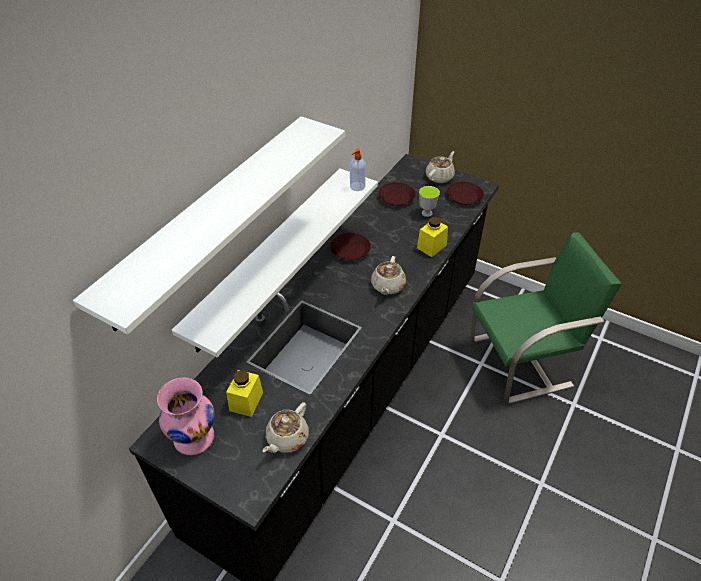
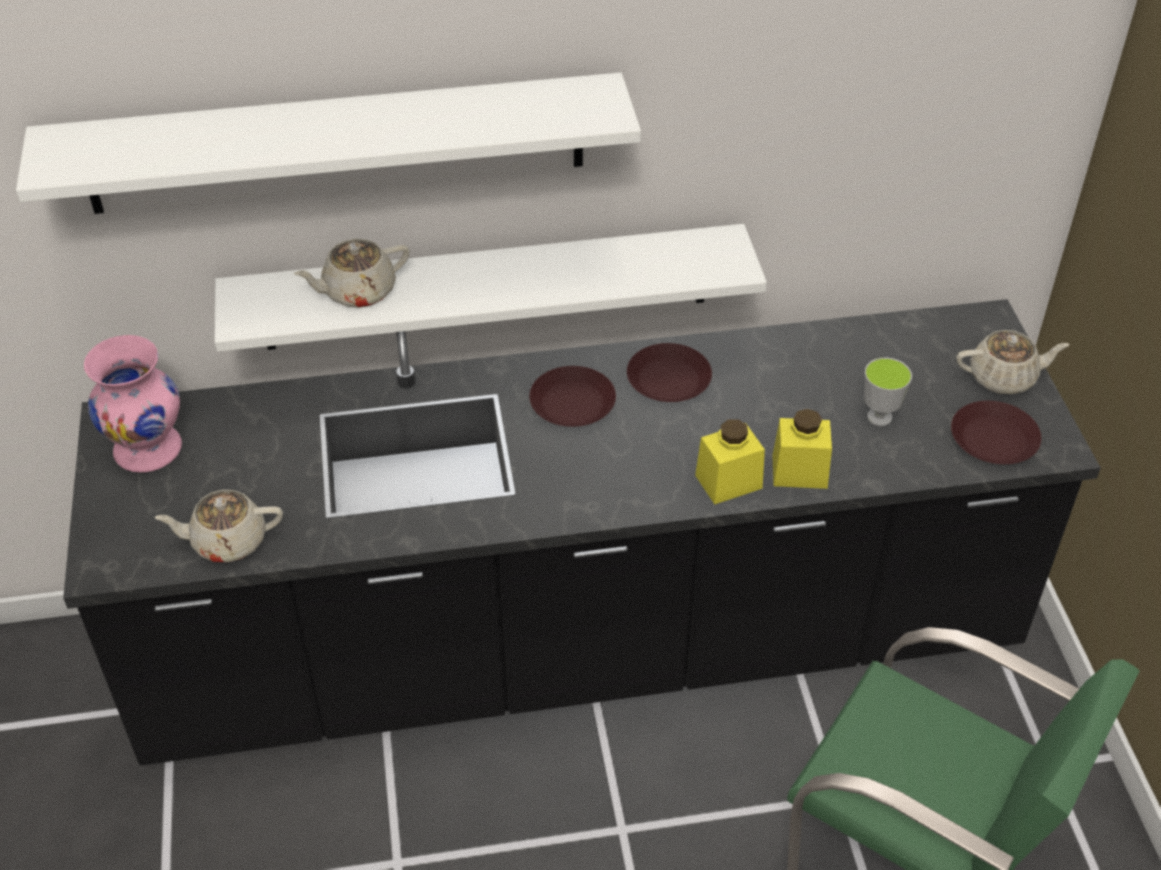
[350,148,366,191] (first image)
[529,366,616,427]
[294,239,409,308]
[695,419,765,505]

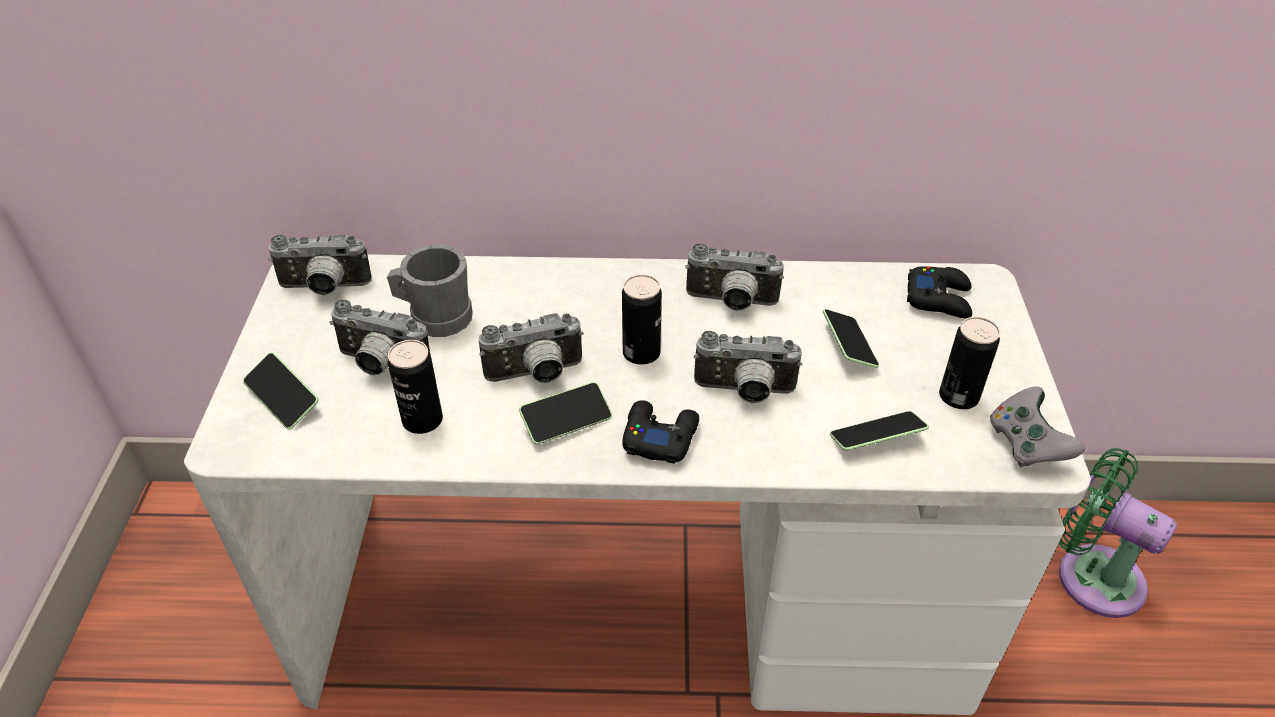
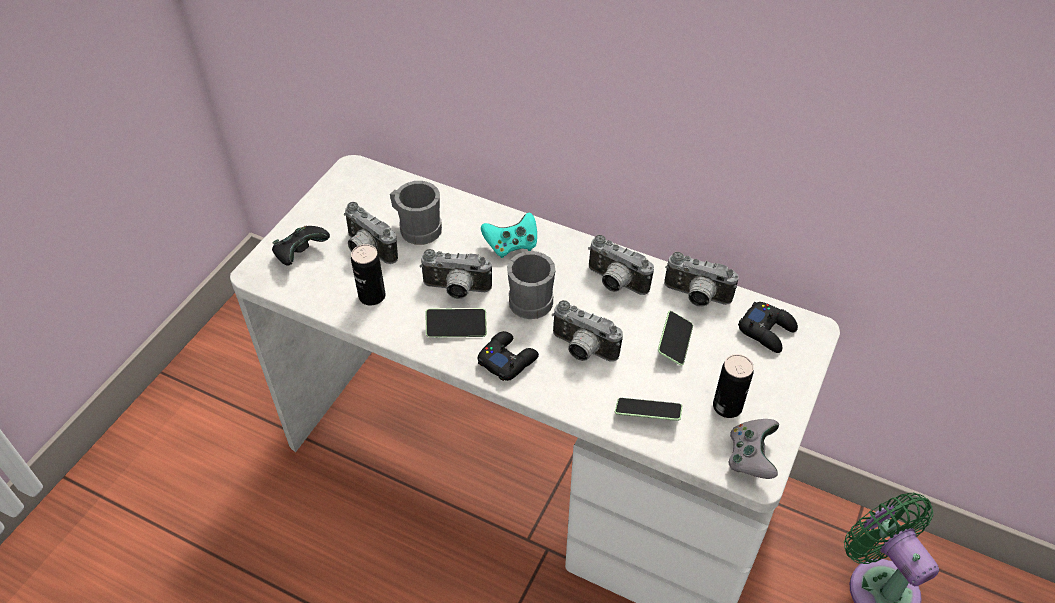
[664,252,739,307]
[507,251,555,319]
[272,226,330,266]
[481,213,537,258]

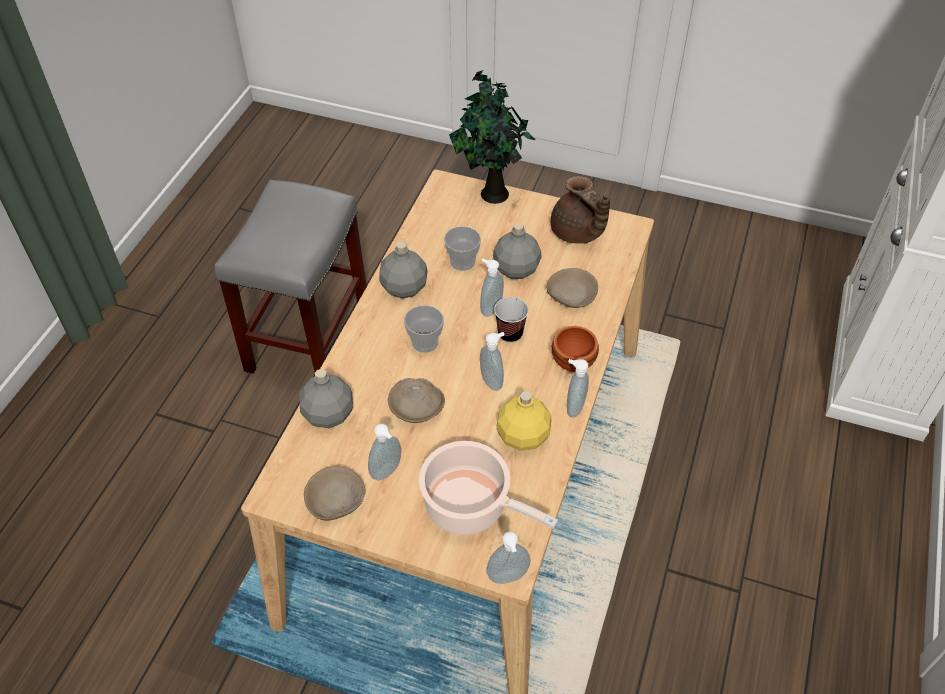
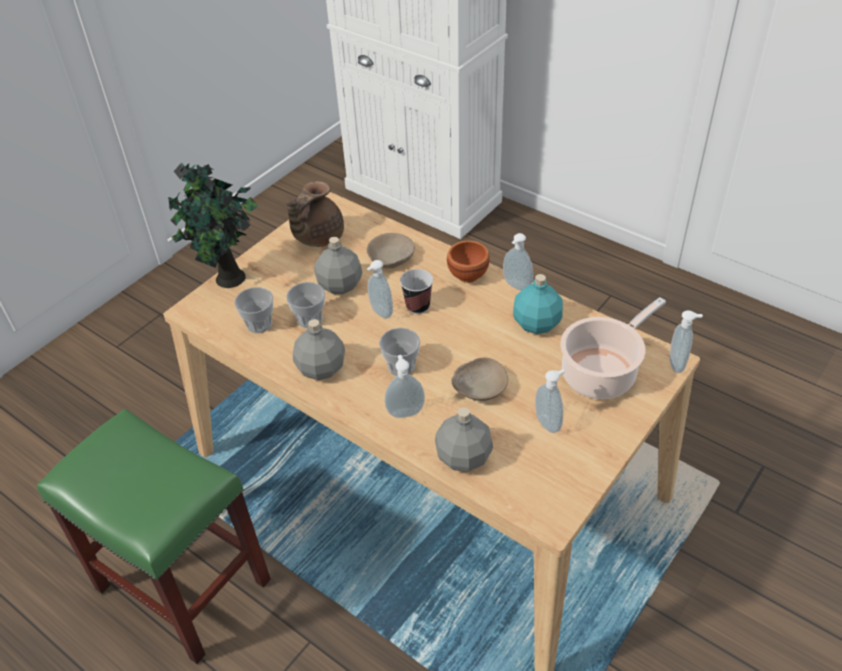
[286,181,344,247]
[37,409,271,665]
[385,355,425,418]
[513,274,563,334]
[304,466,365,521] (first image)
[234,287,273,333]

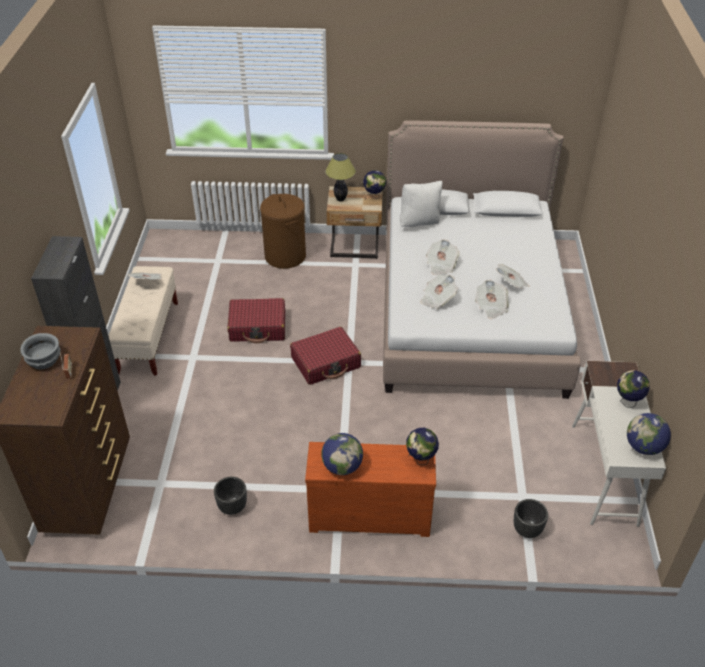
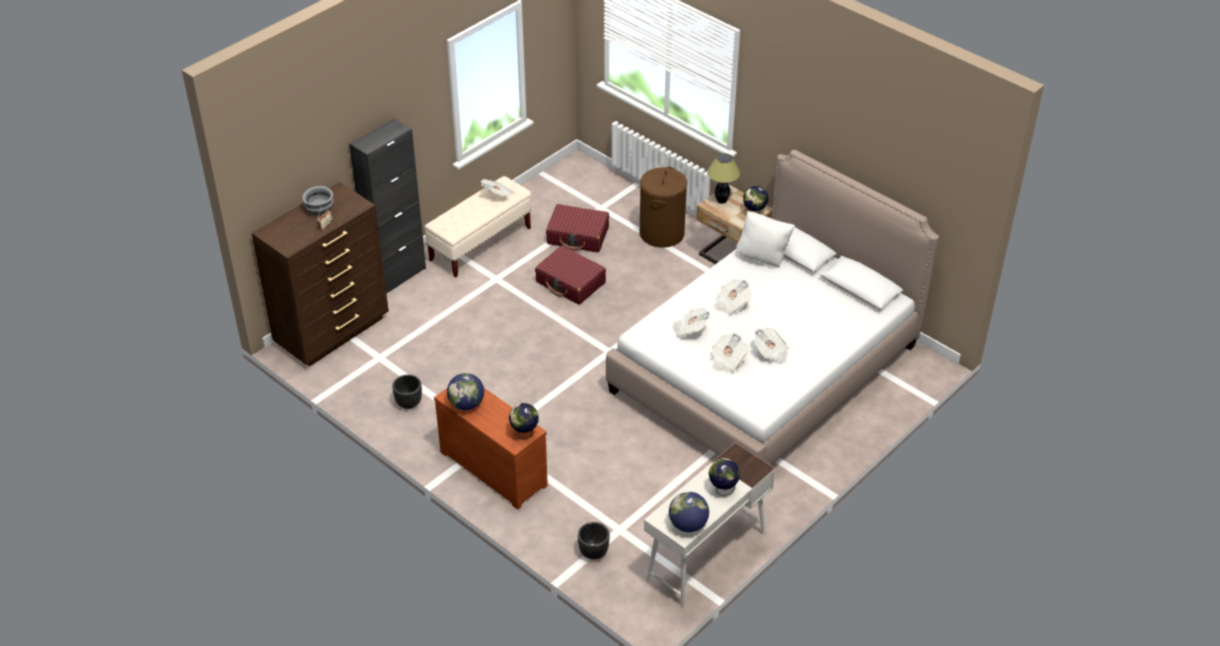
[546,204,609,252]

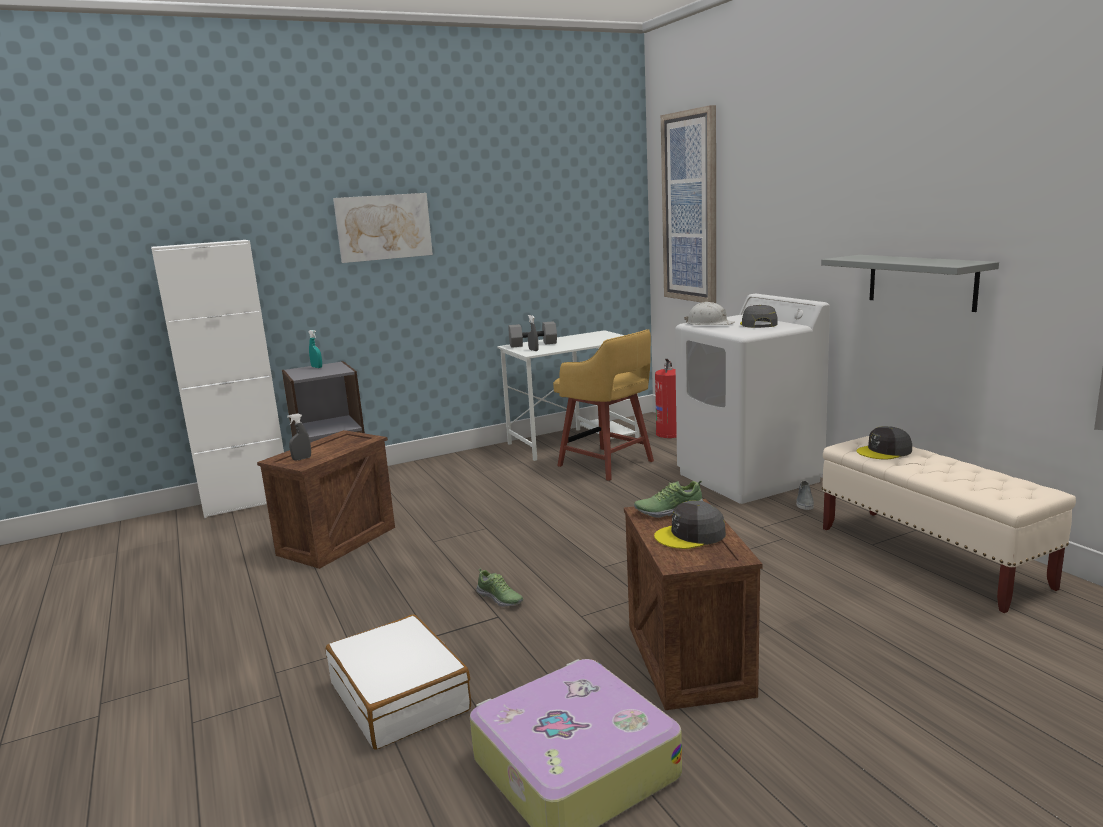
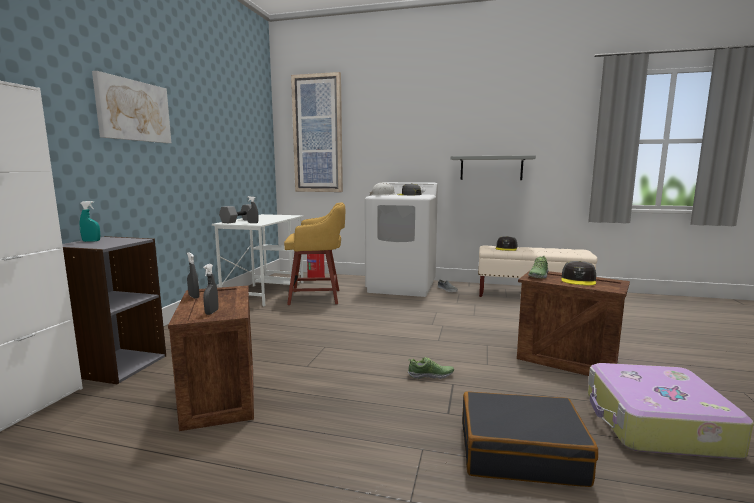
[462,391,598,487]
[187,253,199,299]

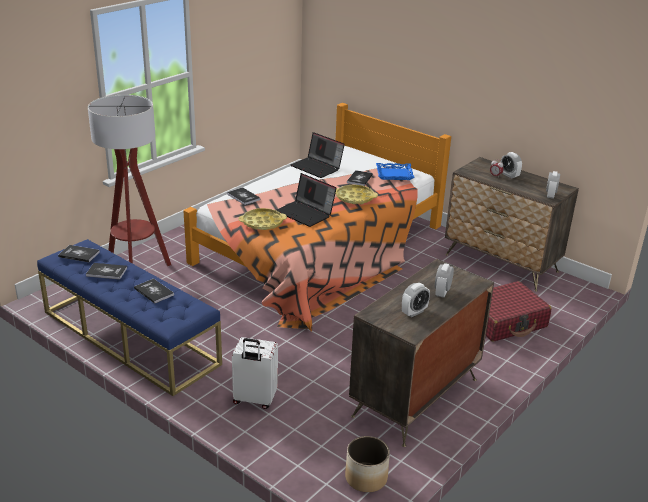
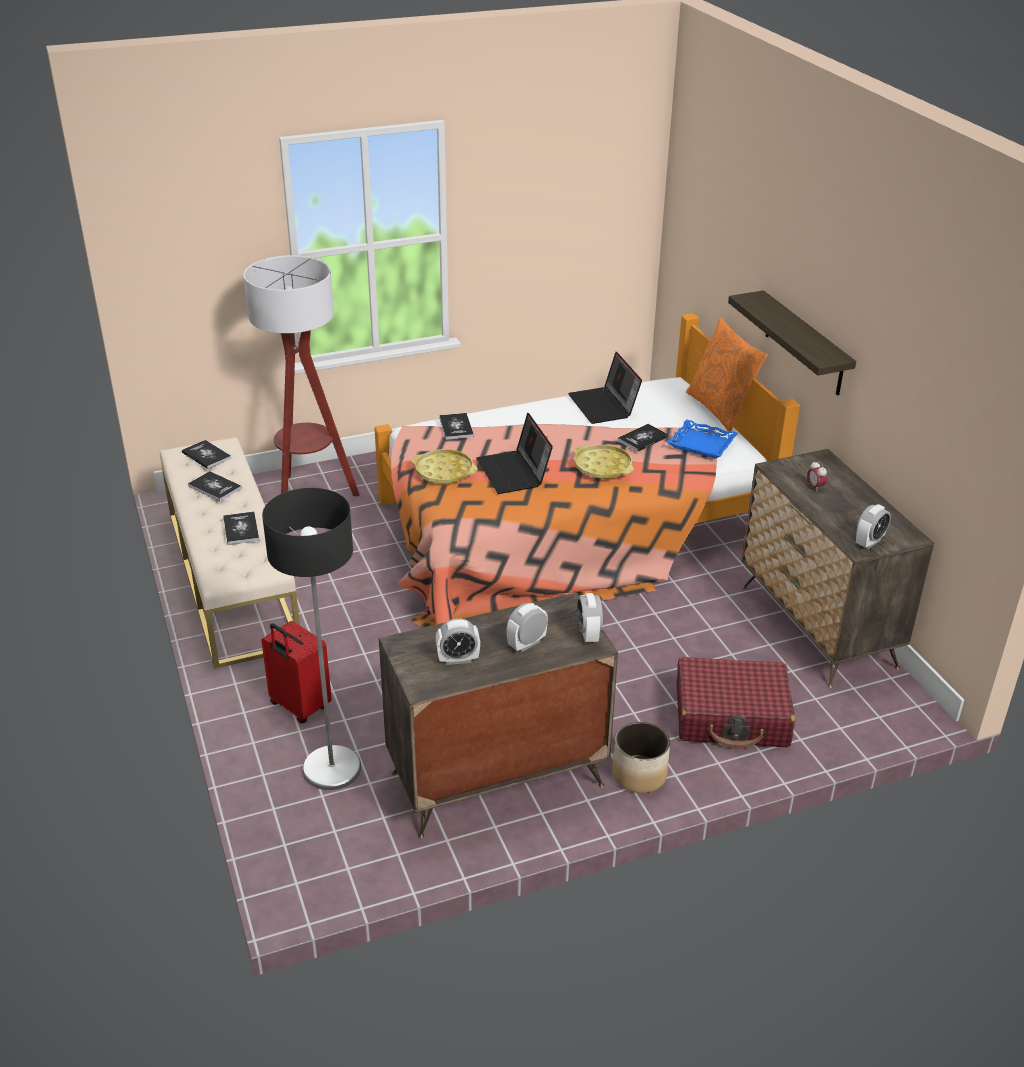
[577,593,603,643]
[160,437,300,669]
[261,621,332,723]
[613,722,670,793]
[728,290,856,395]
[686,318,768,431]
[262,488,361,790]

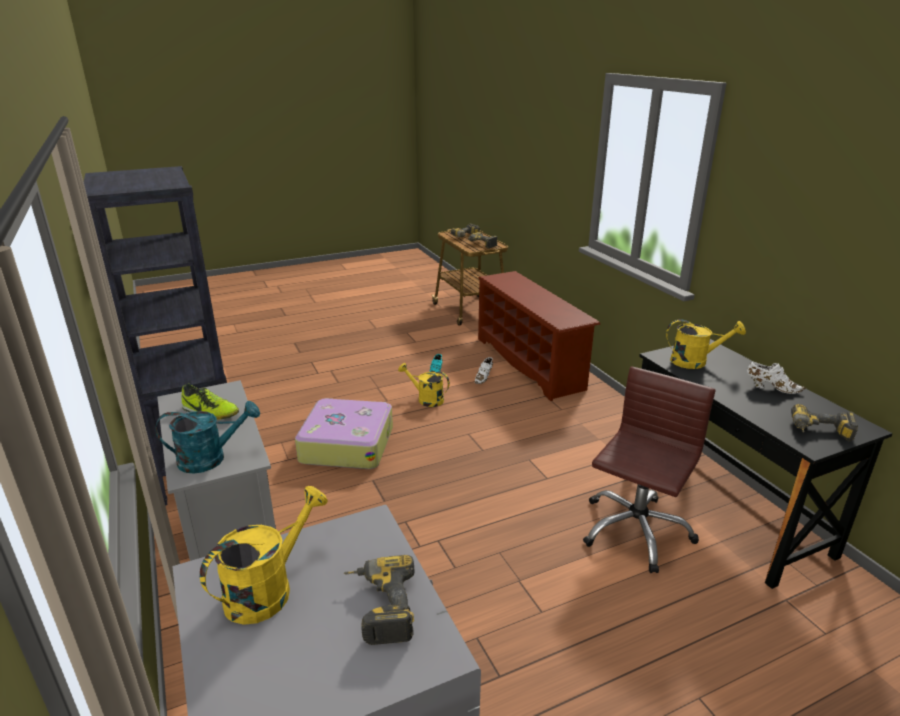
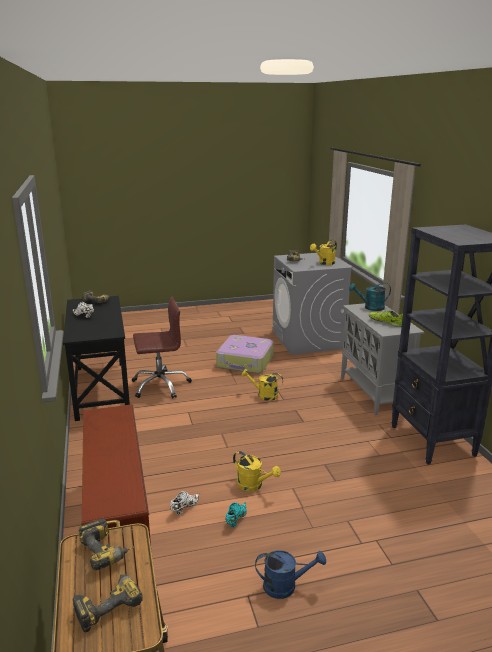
[242,369,283,401]
[132,297,192,398]
[216,335,274,373]
[255,550,326,599]

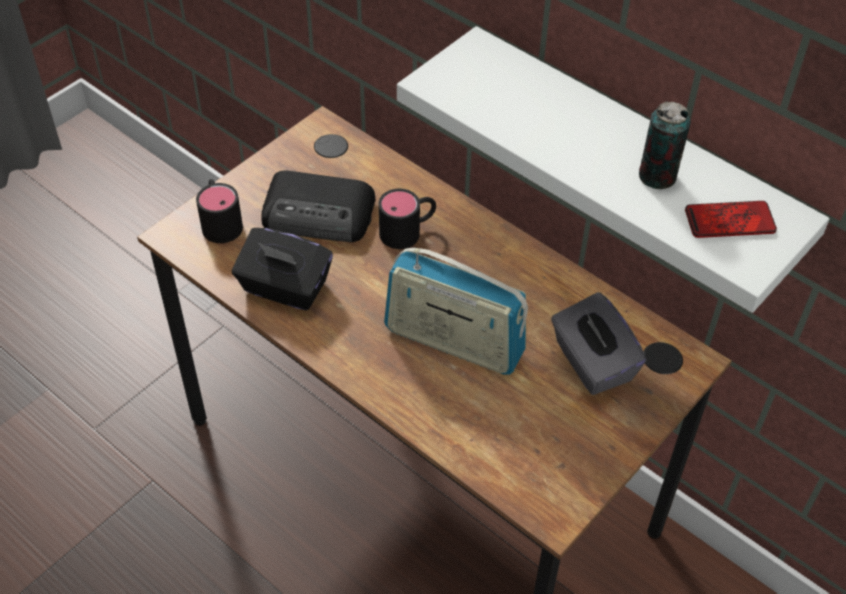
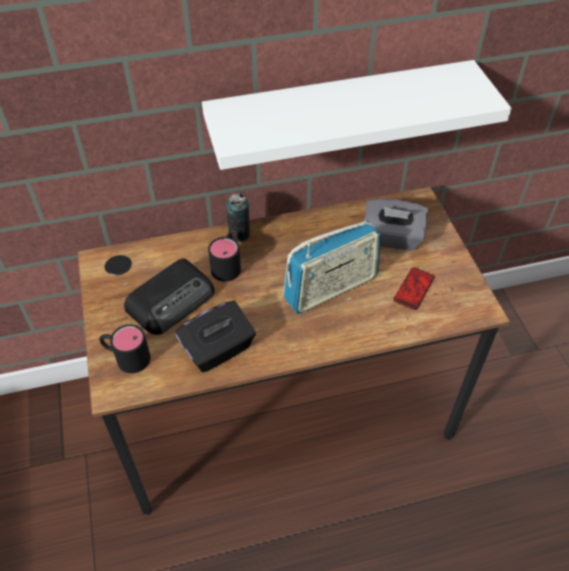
[226,193,250,242]
[394,267,434,310]

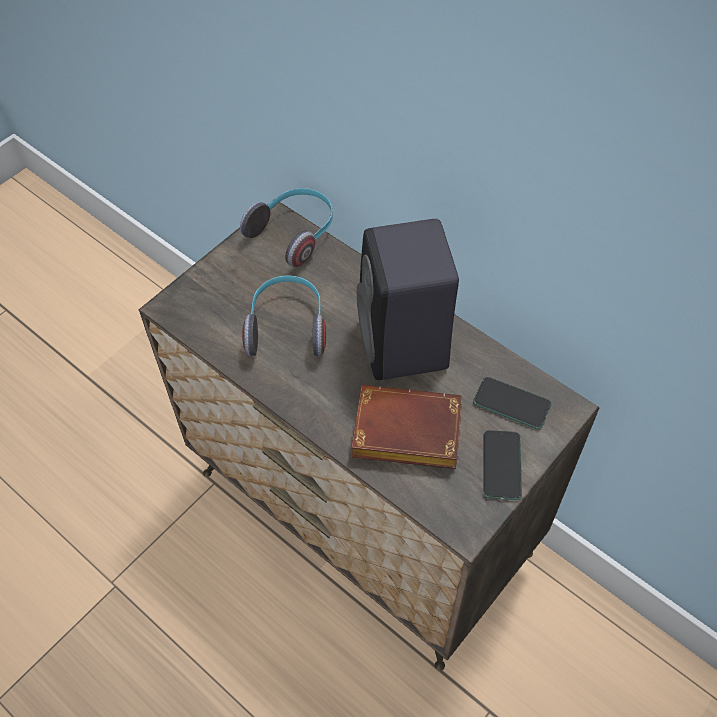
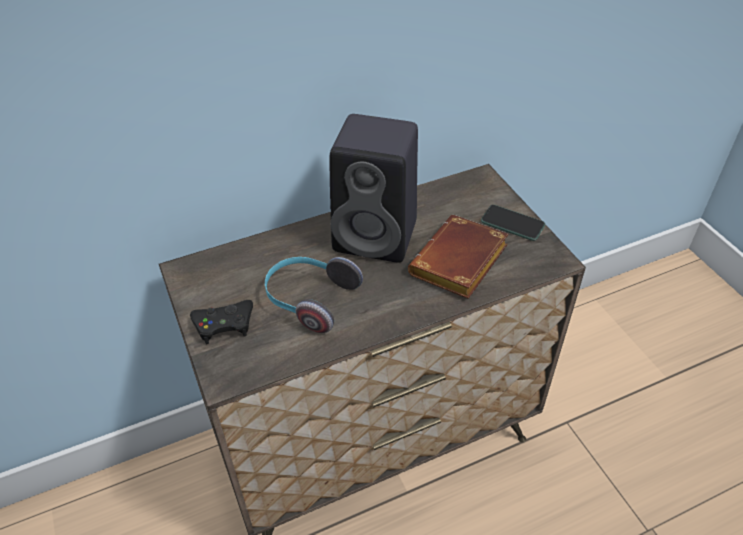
[240,188,333,267] (first image)
[473,377,551,429] (first image)
[190,300,253,344]

